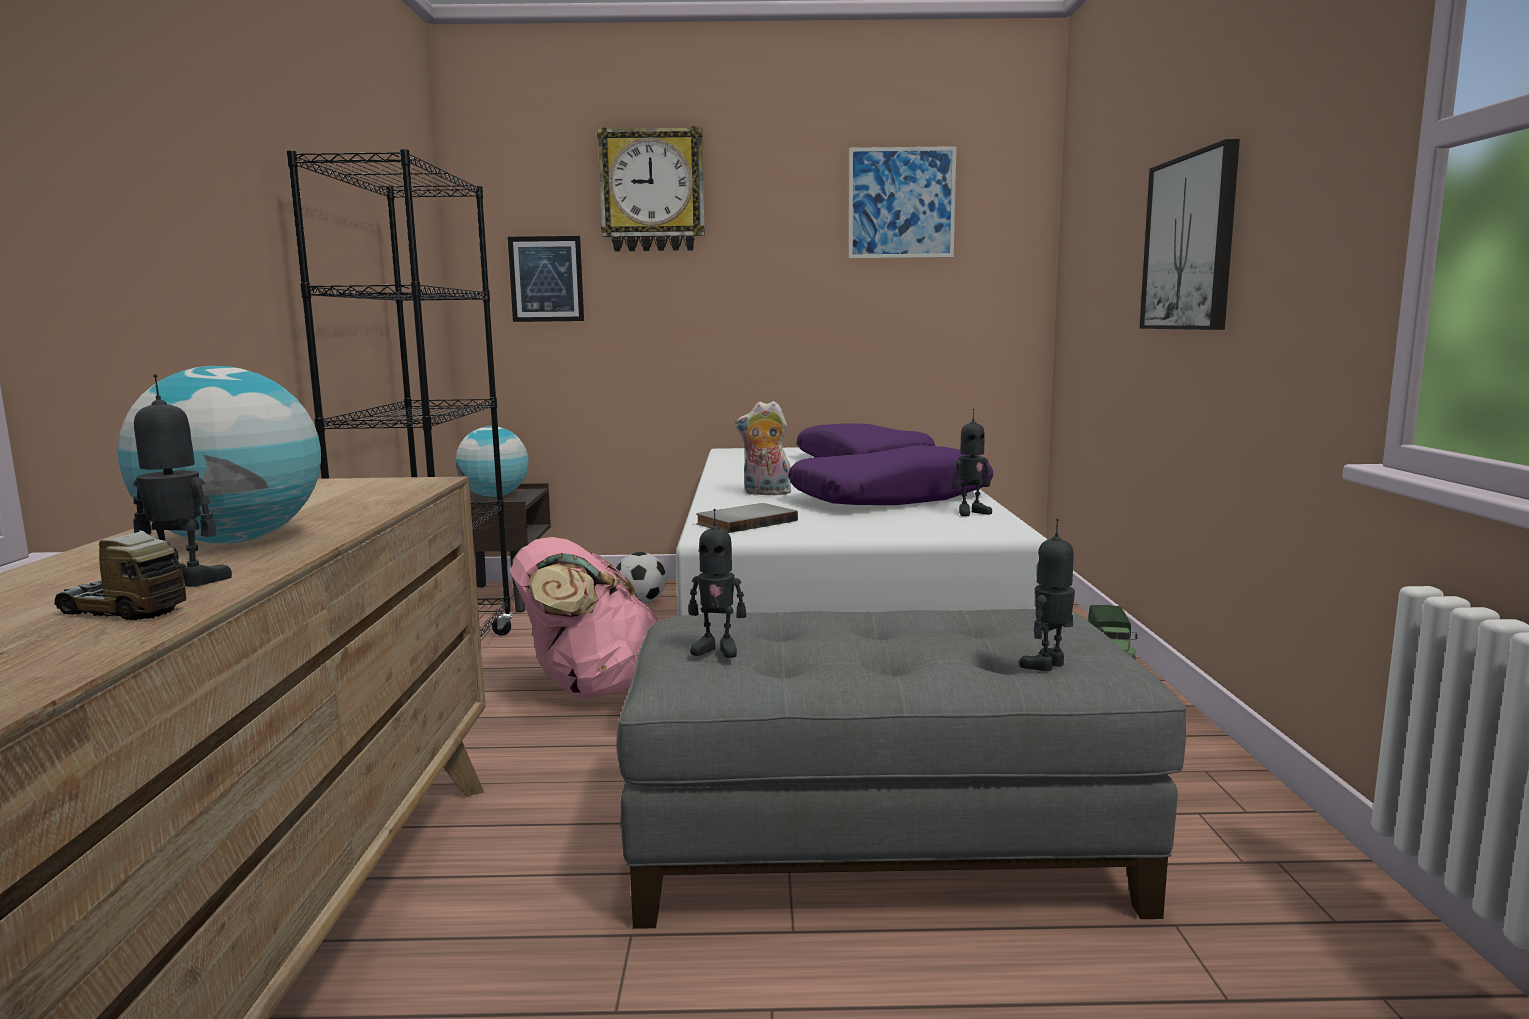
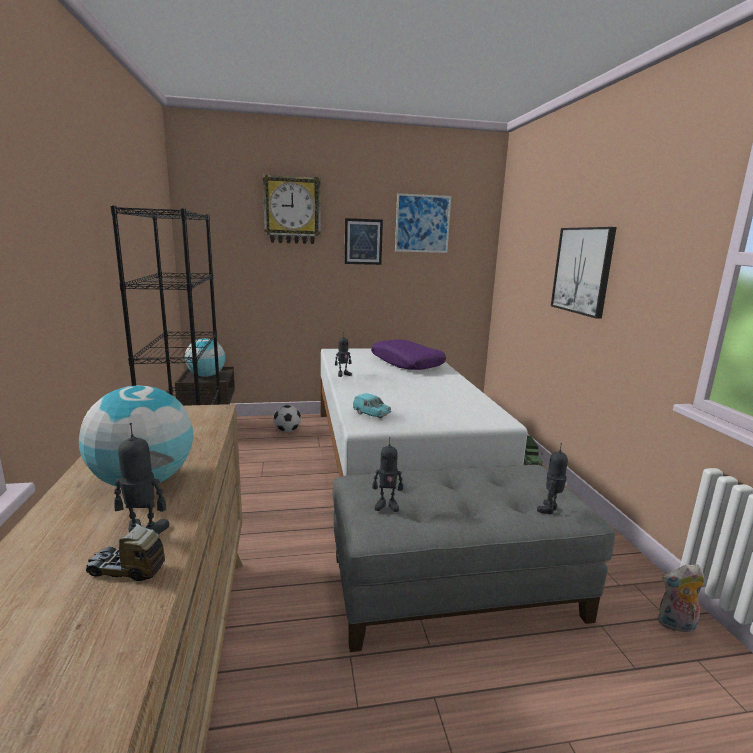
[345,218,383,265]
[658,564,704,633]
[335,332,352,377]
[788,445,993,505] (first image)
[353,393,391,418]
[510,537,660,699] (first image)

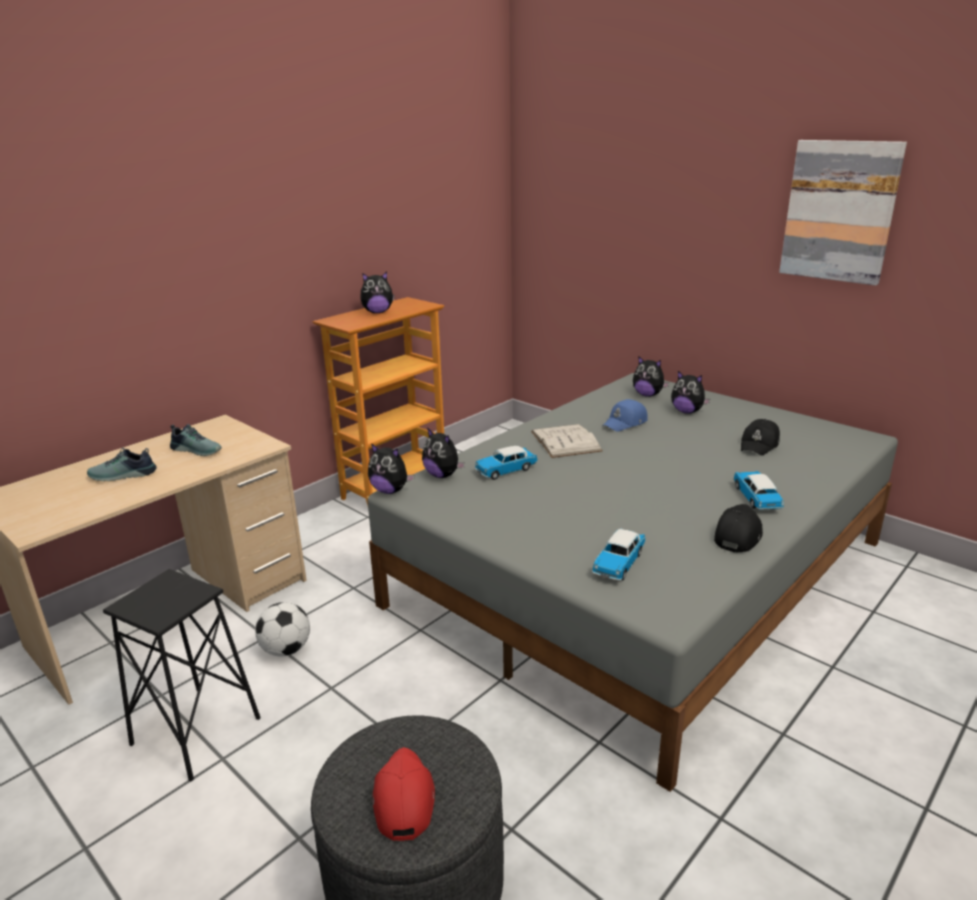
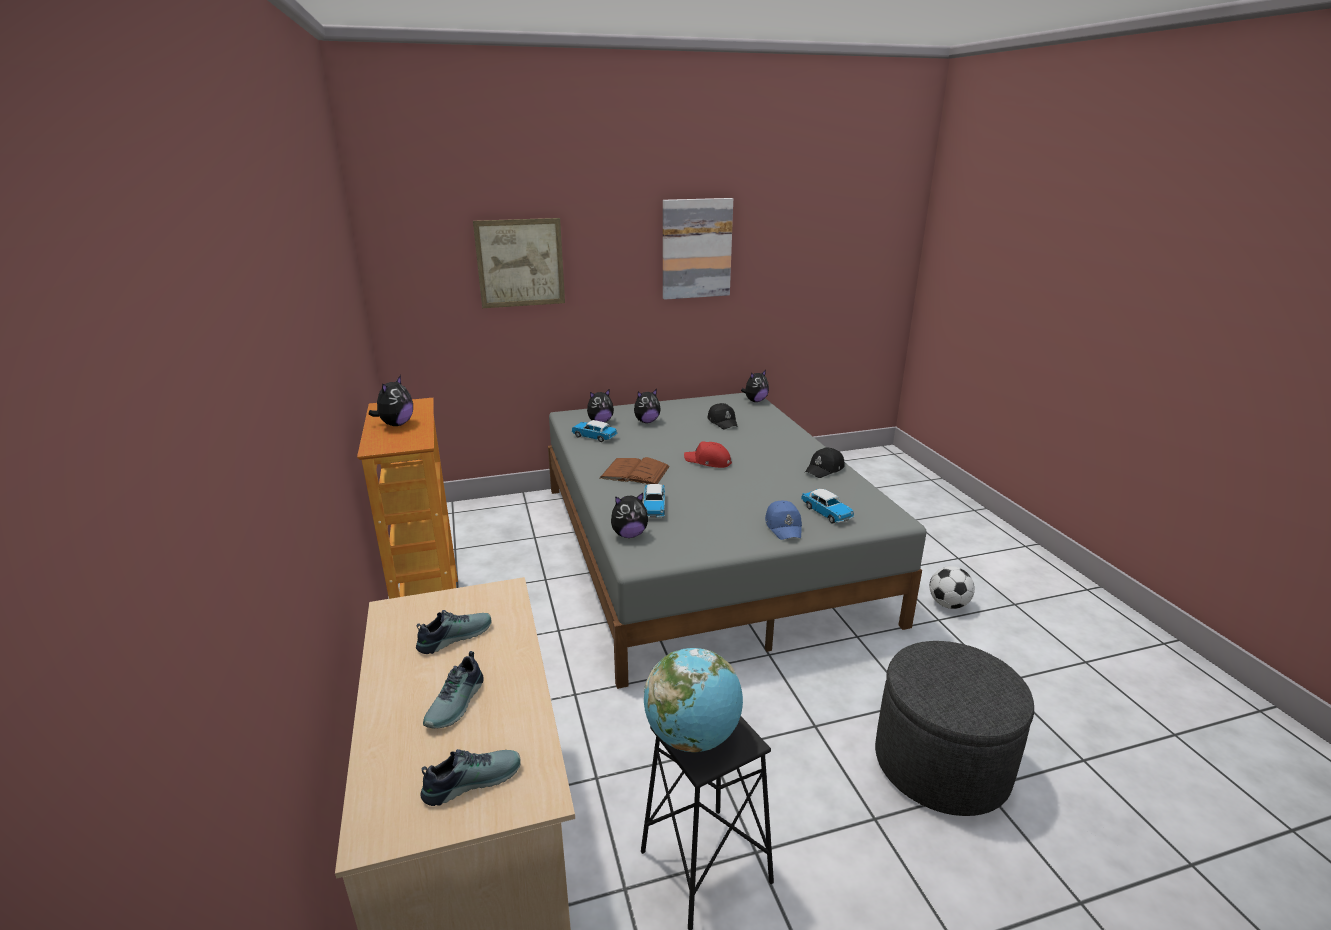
[765,501,802,540]
[599,457,670,484]
[741,370,769,402]
[571,420,618,442]
[805,447,844,478]
[929,566,975,609]
[684,441,732,468]
[473,218,565,308]
[644,648,743,753]
[420,749,521,806]

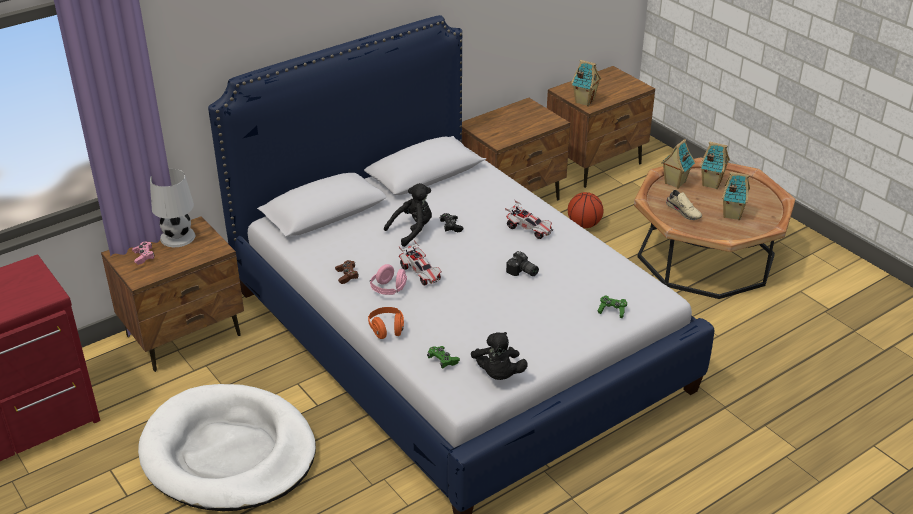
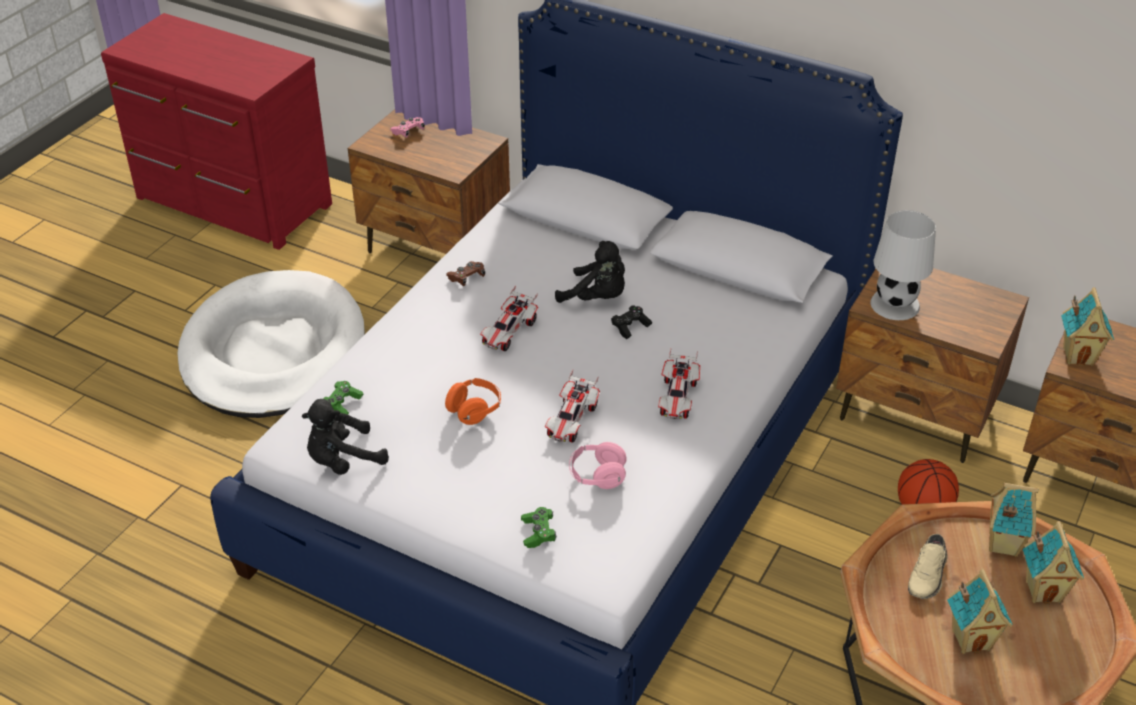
[870,210,936,320]
[545,370,600,443]
[569,442,627,489]
[445,378,501,425]

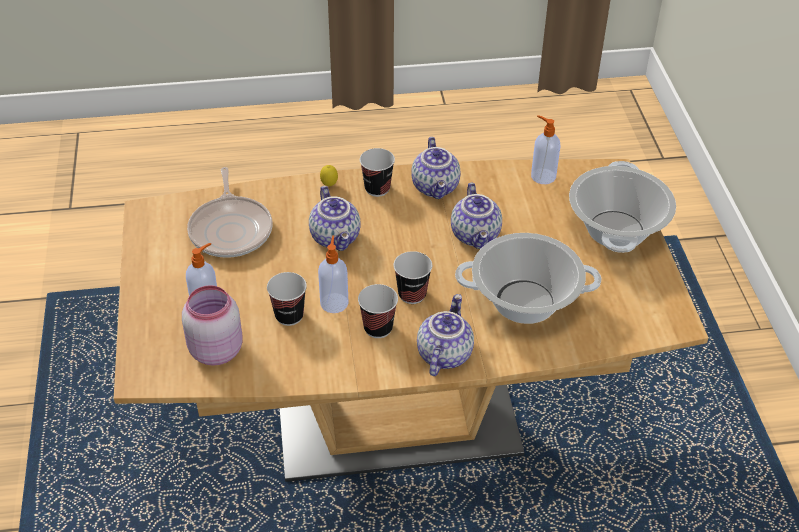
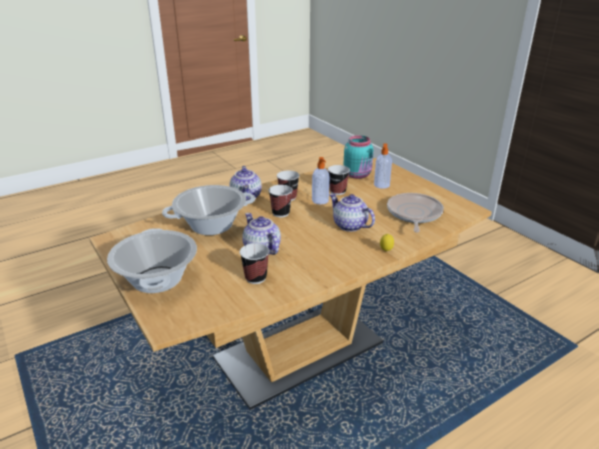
[531,115,560,184] (first image)
[411,137,461,199] (first image)
[240,243,269,284]
[387,193,444,232]
[343,135,374,179]

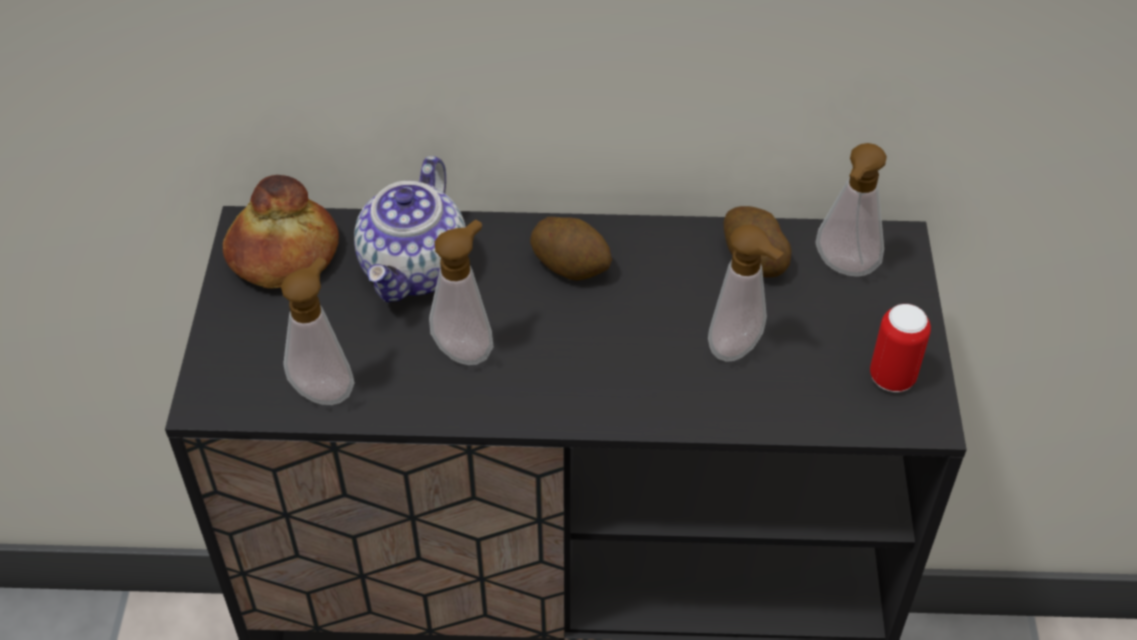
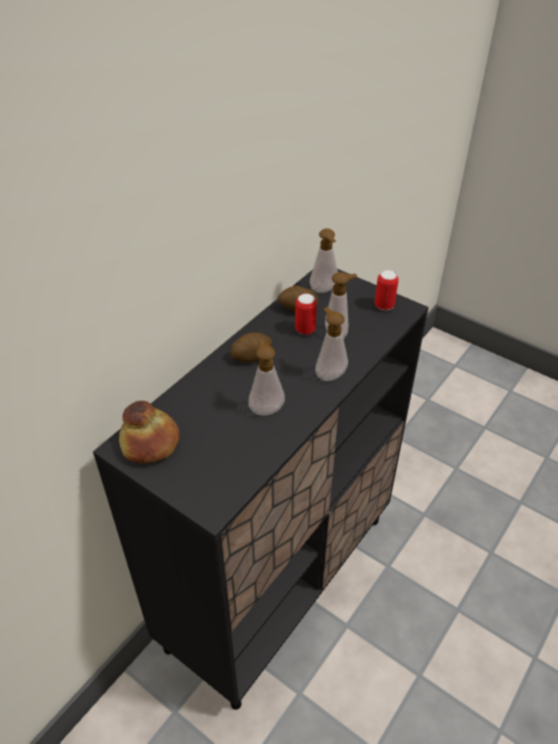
[354,156,466,302] (first image)
[315,307,348,381]
[295,294,317,335]

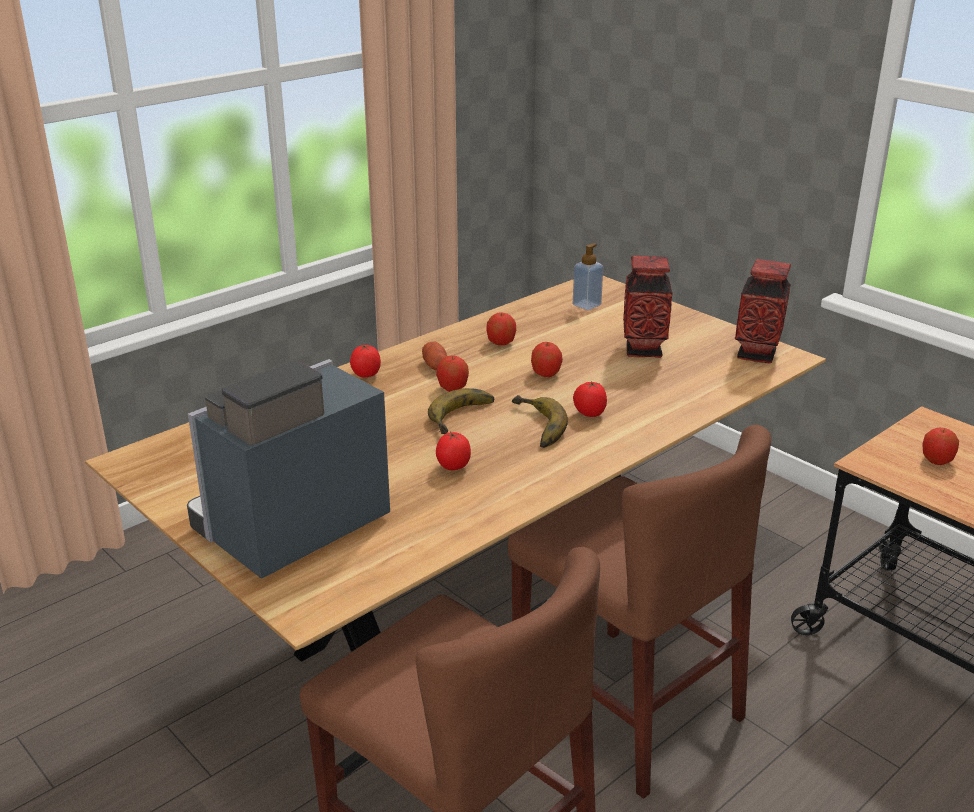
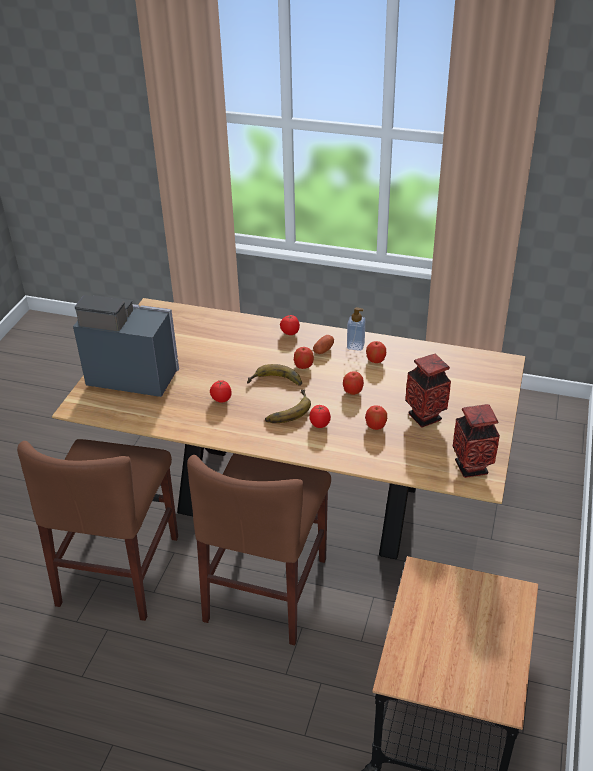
[347,307,365,351]
[365,405,387,430]

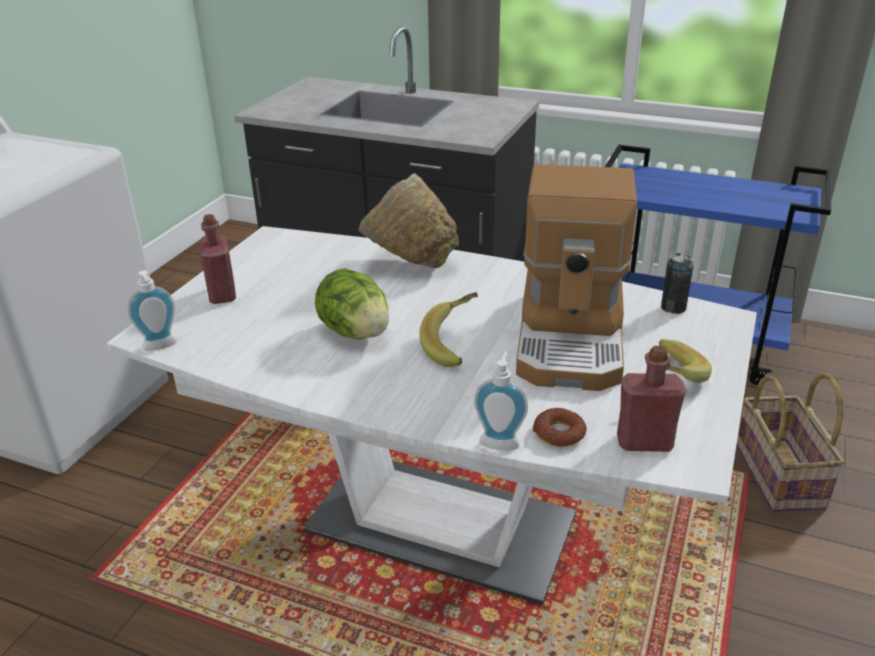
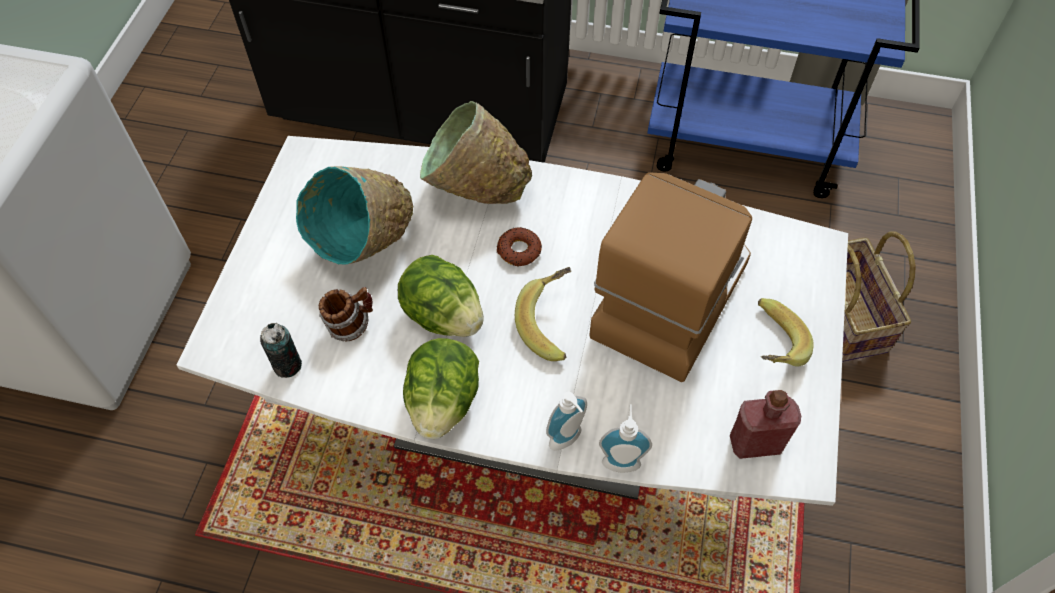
[589,172,752,382]
[200,214,236,304] (first image)
[260,323,302,378]
[546,392,587,451]
[497,227,542,267]
[296,166,413,264]
[319,287,373,342]
[403,338,479,439]

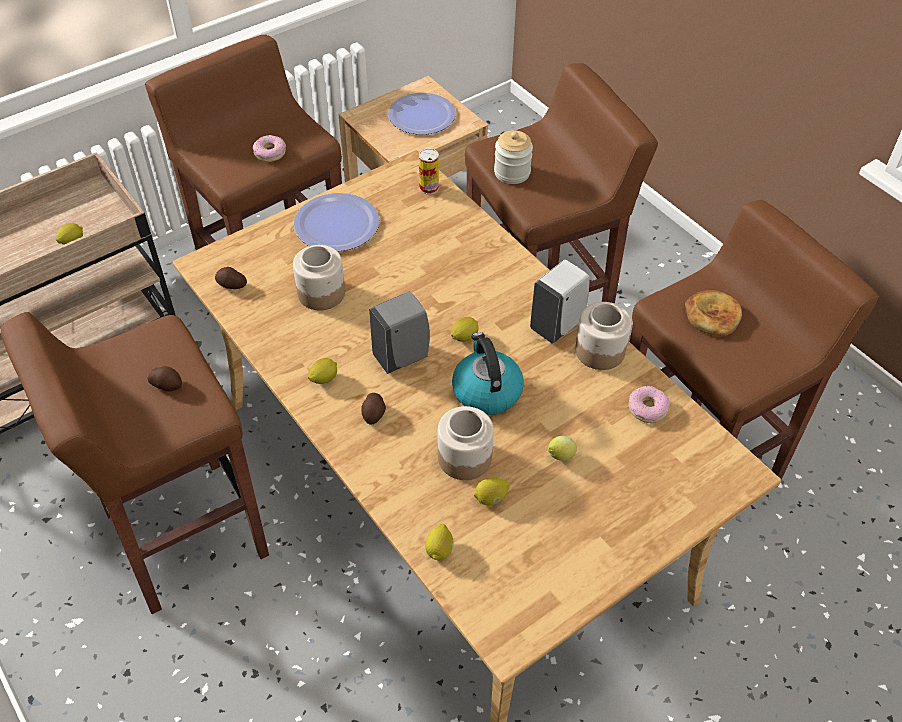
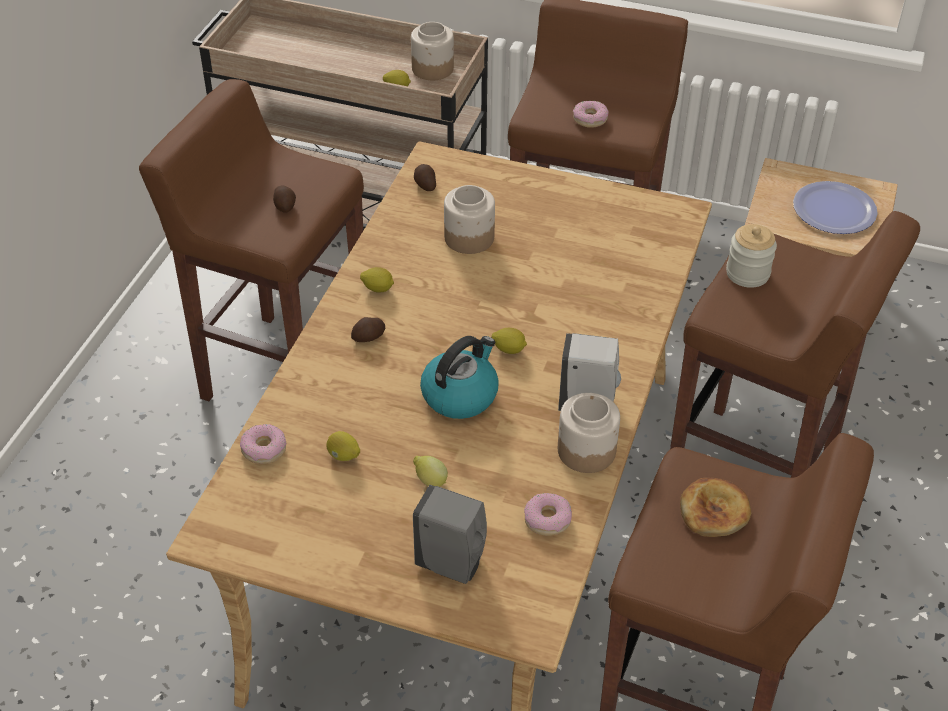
[419,148,439,195] (first image)
[294,193,380,252] (first image)
[413,485,487,584]
[411,22,454,80]
[240,424,286,464]

